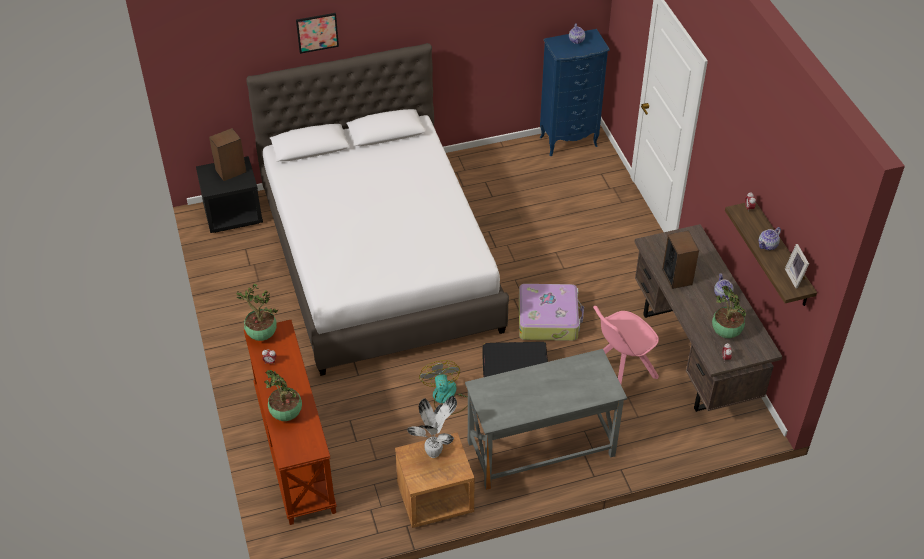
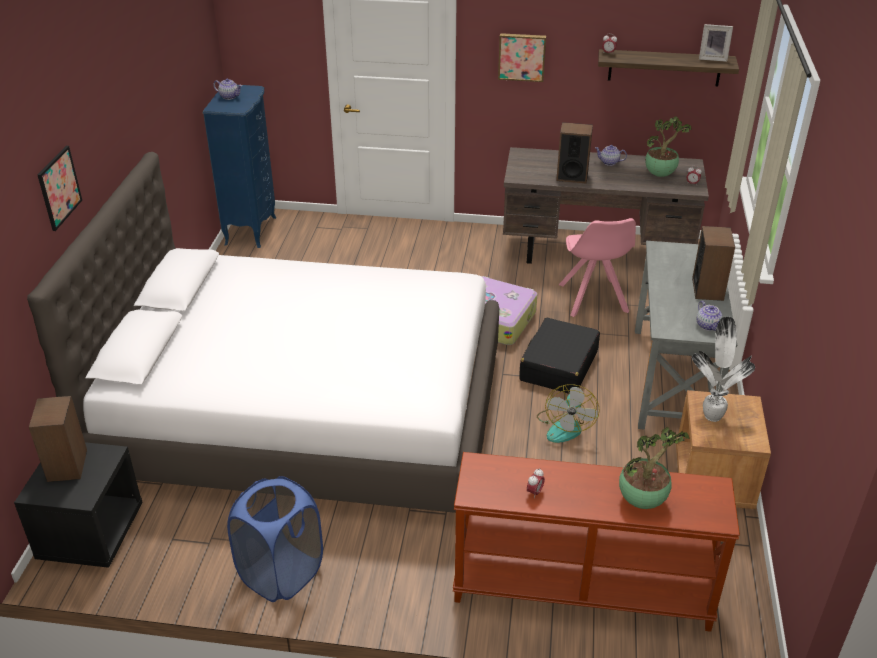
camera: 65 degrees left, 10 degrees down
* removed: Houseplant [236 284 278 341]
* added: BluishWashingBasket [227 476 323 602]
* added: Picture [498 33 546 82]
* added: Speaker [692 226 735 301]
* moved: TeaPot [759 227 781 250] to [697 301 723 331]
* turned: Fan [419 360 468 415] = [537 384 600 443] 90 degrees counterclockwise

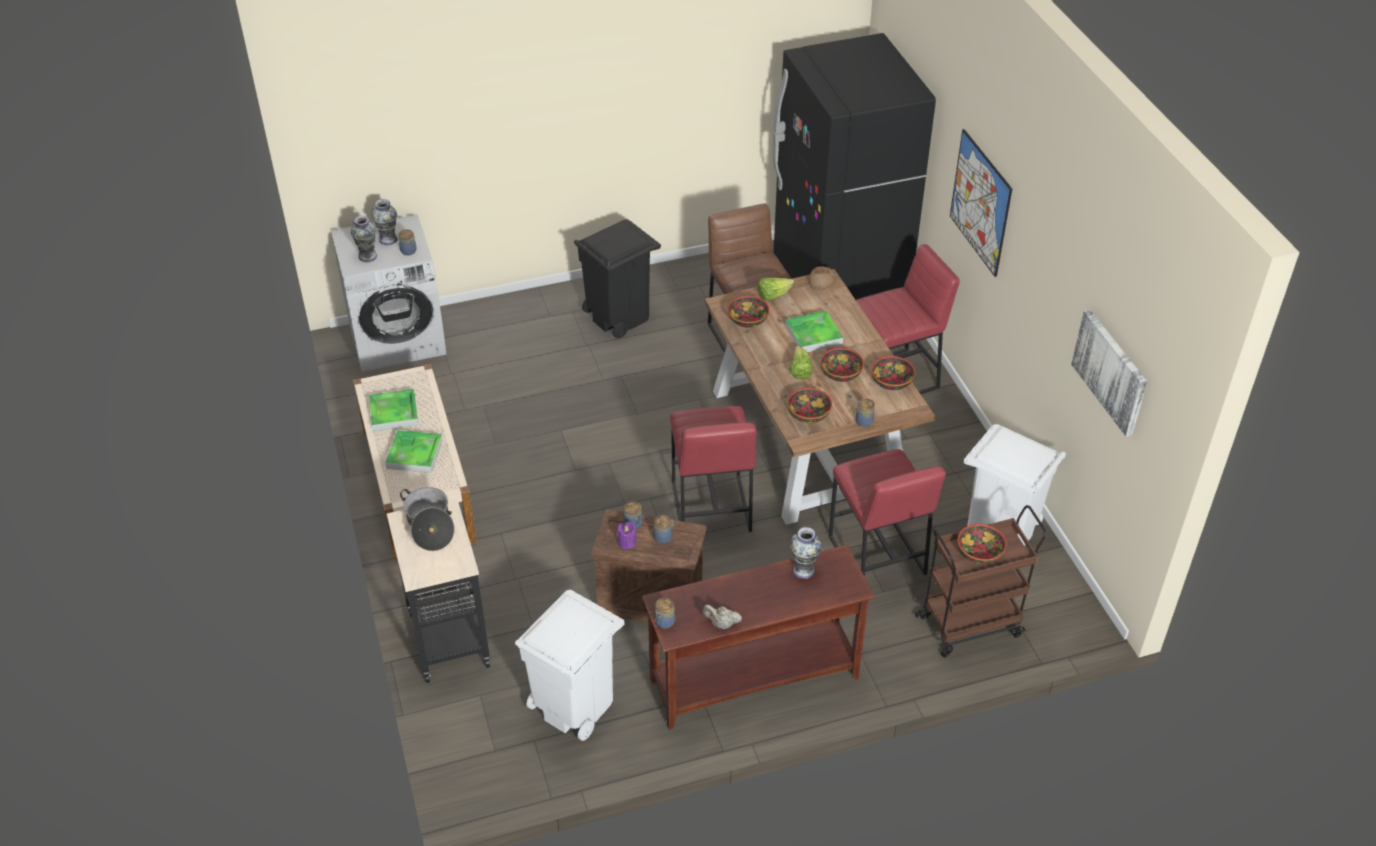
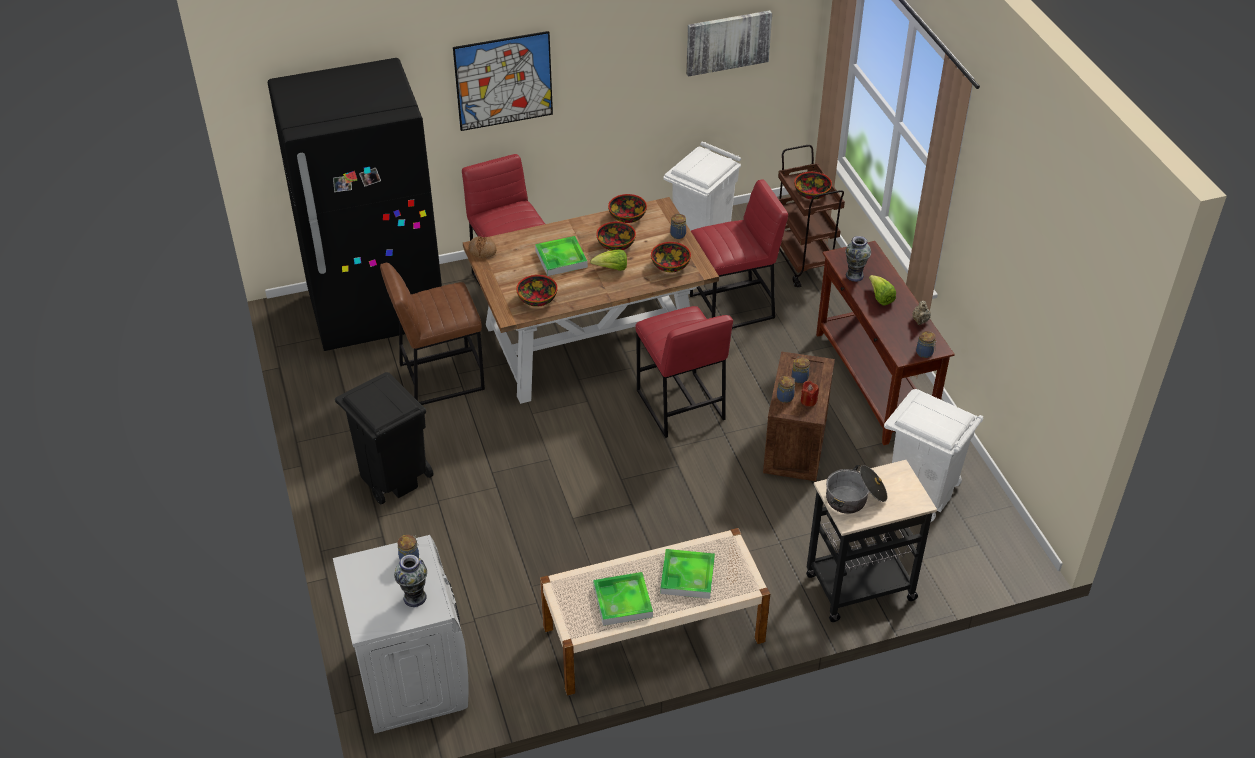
camera: 90 degrees left, 0 degrees up
* removed: DecorativeVase [371 199 398 245]
* moved: HeadOfLettuce [758 278 794 301] to [869 275 896 306]
* recoloured: PurpleColouredWaxLight [617 522 637 550] to ReddishWaxLight [801 380 819 407]
* turned: ReddishUprightChair [670 406 757 532] = [635 306 733 438] 75 degrees clockwise

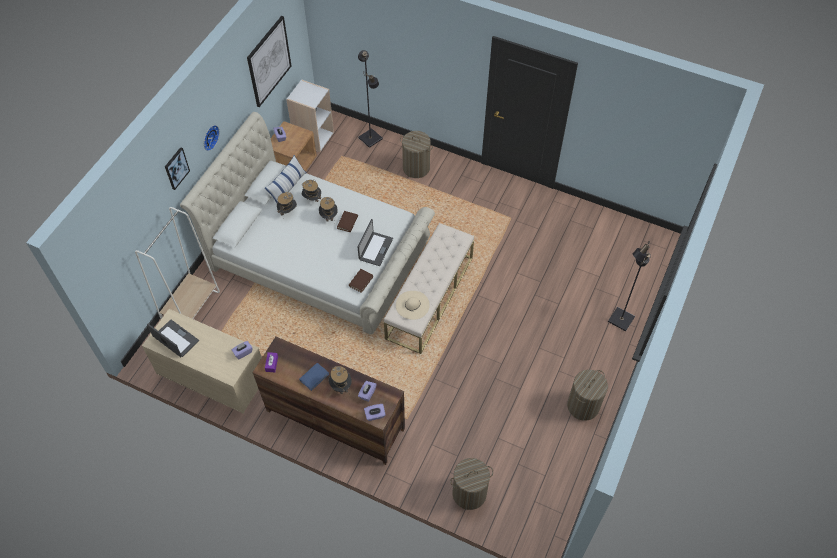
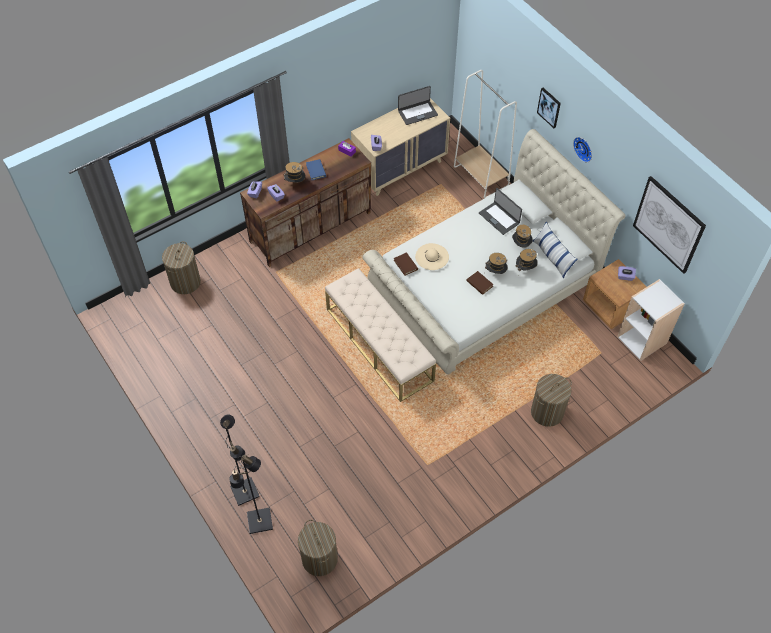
camera: 120 degrees right, 0 degrees up
* moved: BlackFloorLamp [358 50 383 148] to [229 455 273 534]
* moved: PortableComputer [358 219 393 266] to [479 188 522 235]
* moved: BeigeColouredWearableHat [396 291 430 320] to [415 243 449 270]
* moved: WashingBasket [567 370 608 421] to [298 520 338 576]

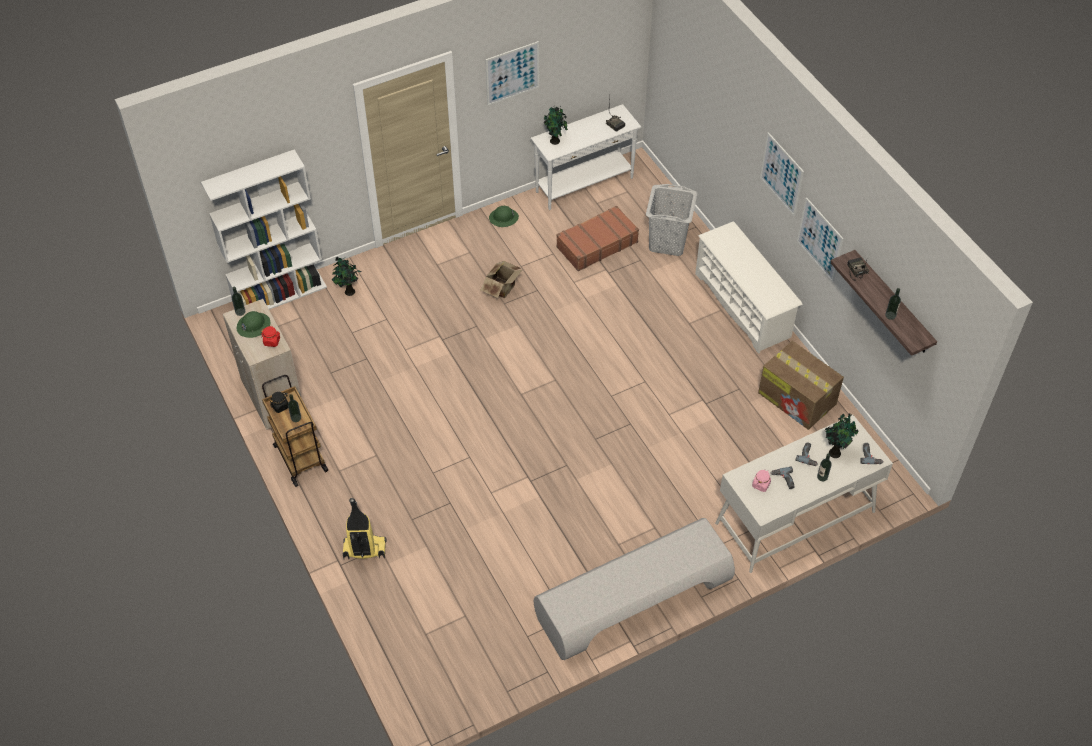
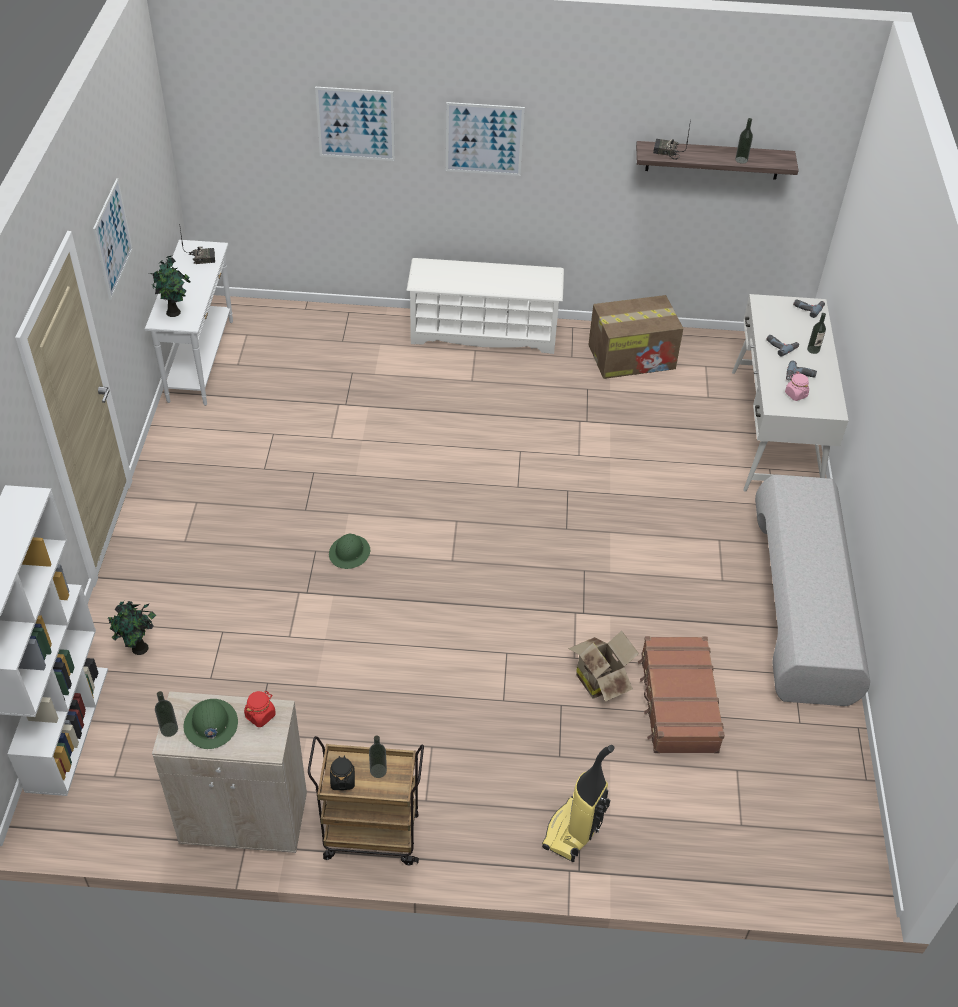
camera: 60 degrees left, 5 degrees down
* removed: GreyWashingBasket [646 184 697 256]
* removed: Houseplant [824 413 859 458]
* moved: CardboardBox [481 261 523 298] to [568 631 639 702]
* moved: GreenishHardHat [489 206 519 227] to [329 534 370 569]
* moved: BrownishTravelCase [556 206 639 271] to [638 636 725 753]
* moved: Picture [797 198 844 282] to [315 87 395 161]

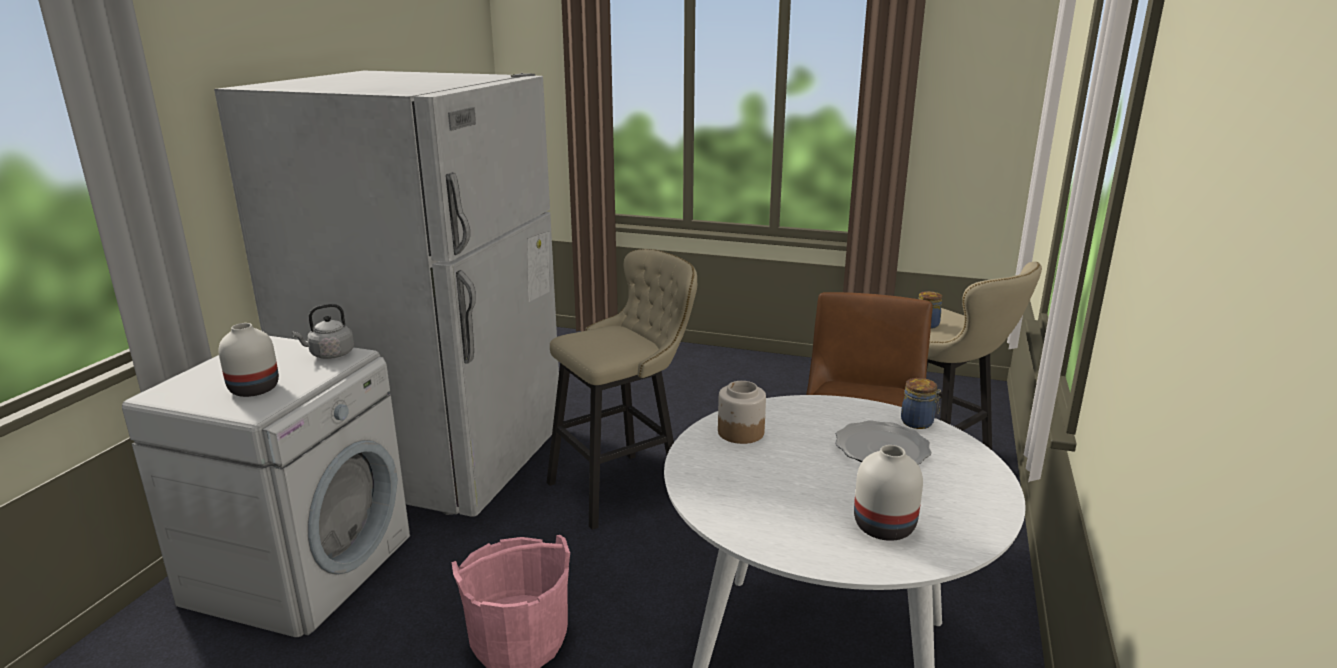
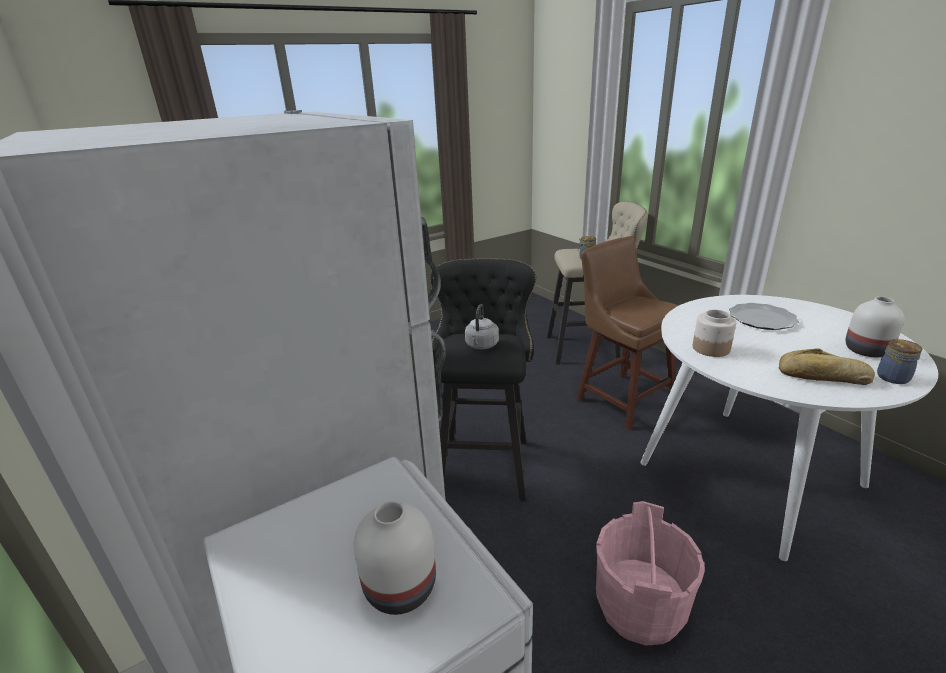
camera: 50 degrees left, 5 degrees up
* added: BakeryBread [779 349 875 385]
* moved: GreyTeaKettle [292 304 354 359] to [465 304 499 349]
* moved: StorageJar [901 378 941 429] to [877 339 922 384]
* recoloured: BeigeColouredStoolSeat [547 249 697 530] to BlackStoolSeat [430 258 536 502]

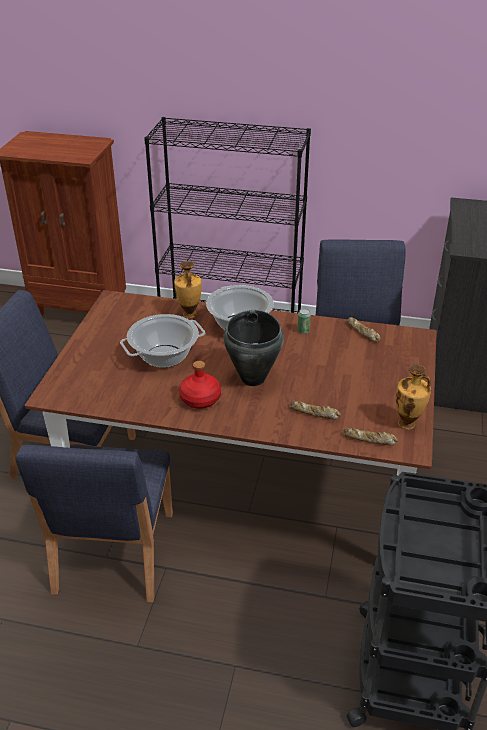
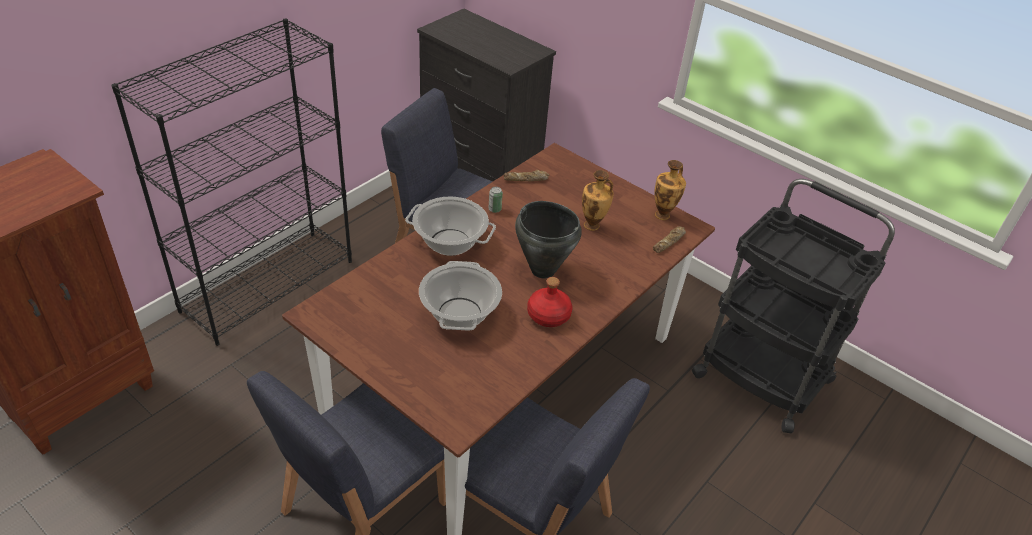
camera: 65 degrees left, 5 degrees up
* removed: BakeryBread [289 401 341 420]
* moved: DecorativeVase [174 261 202 318] to [582 170 614 231]

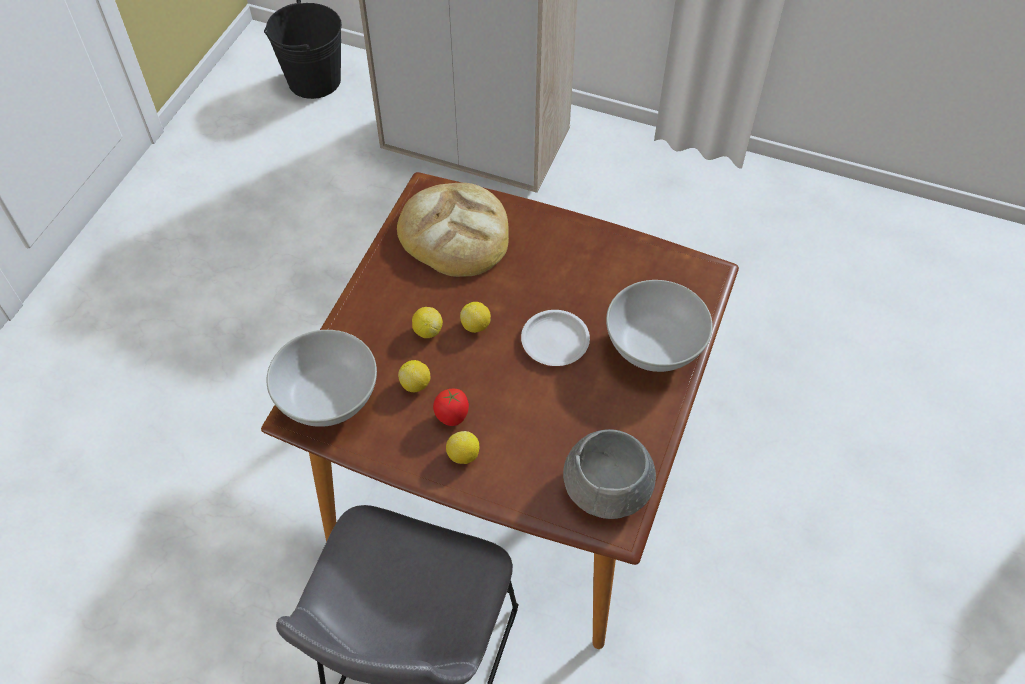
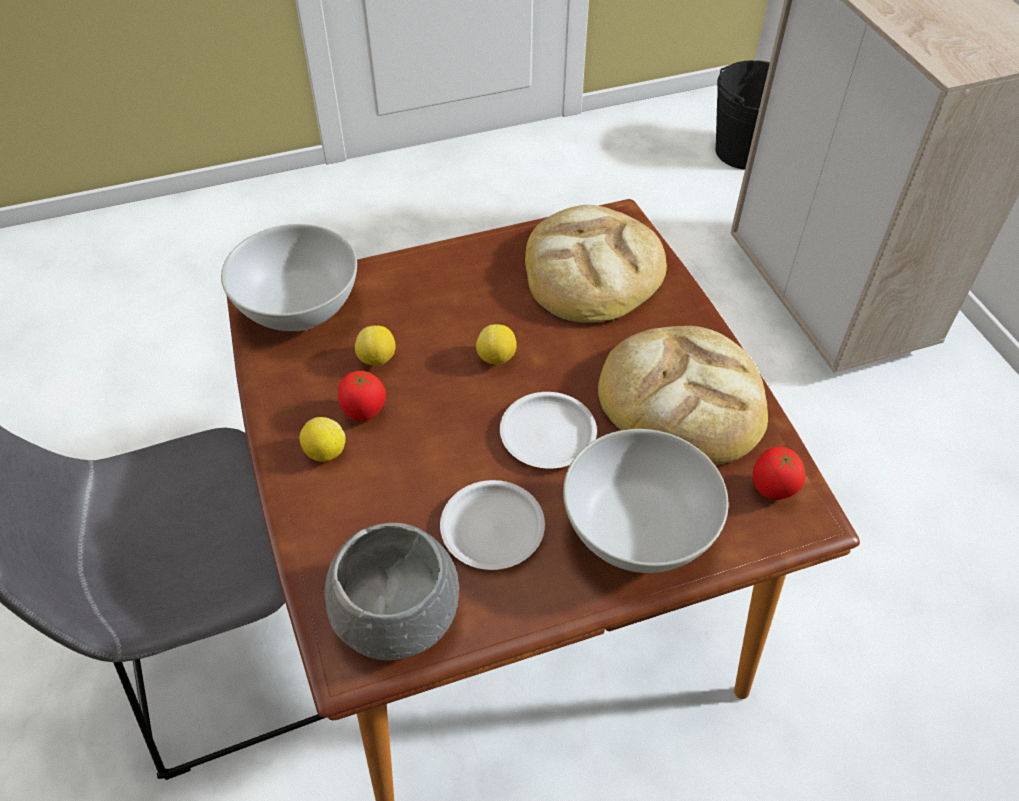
camera: 50 degrees right, 5 degrees down
* removed: Lemon [412 307 443 338]
* added: WhiteDinnerPlate [440 480 545 570]
* added: BakeryBread [598 326 768 465]
* added: Tomato [753 447 805 500]

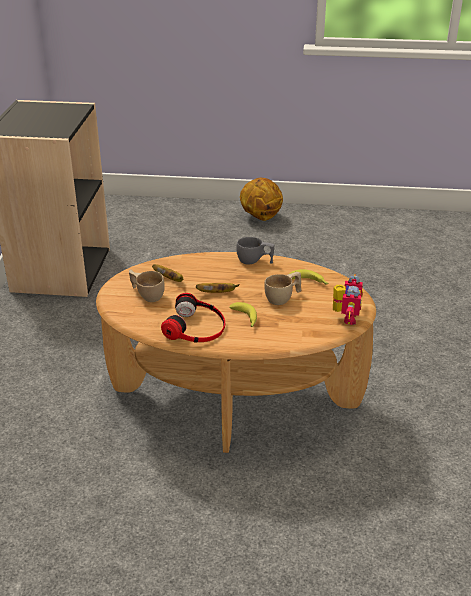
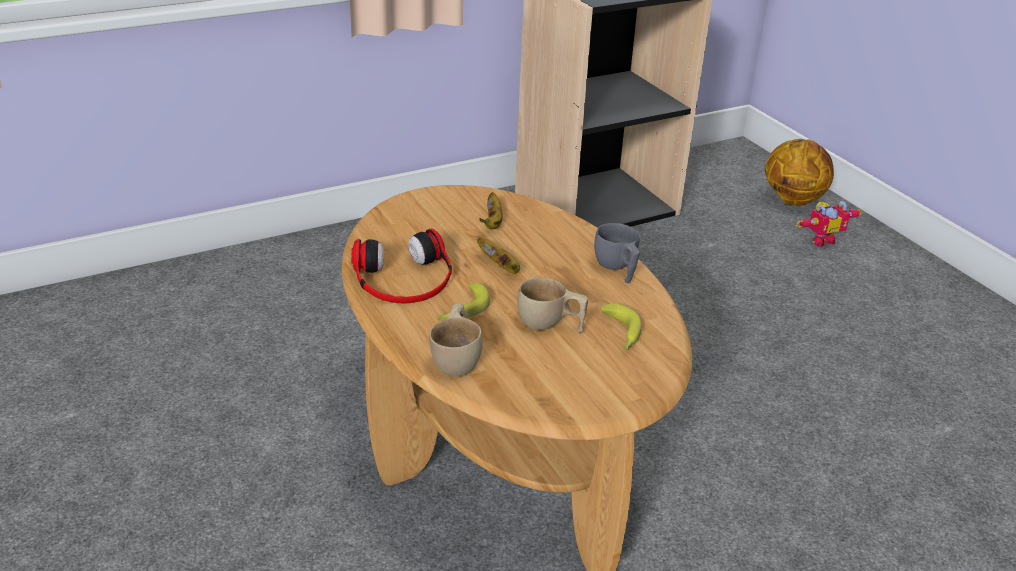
camera: 55 degrees right, 0 degrees up
* moved: BeigeColouredDrinkingCup [129 269 165 302] to [429 303 483 377]
* moved: BallForBasketball [240 178 283 221] to [765 139 834 206]
* moved: RobotFigure [333 274 363 325] to [796 201 863 247]

